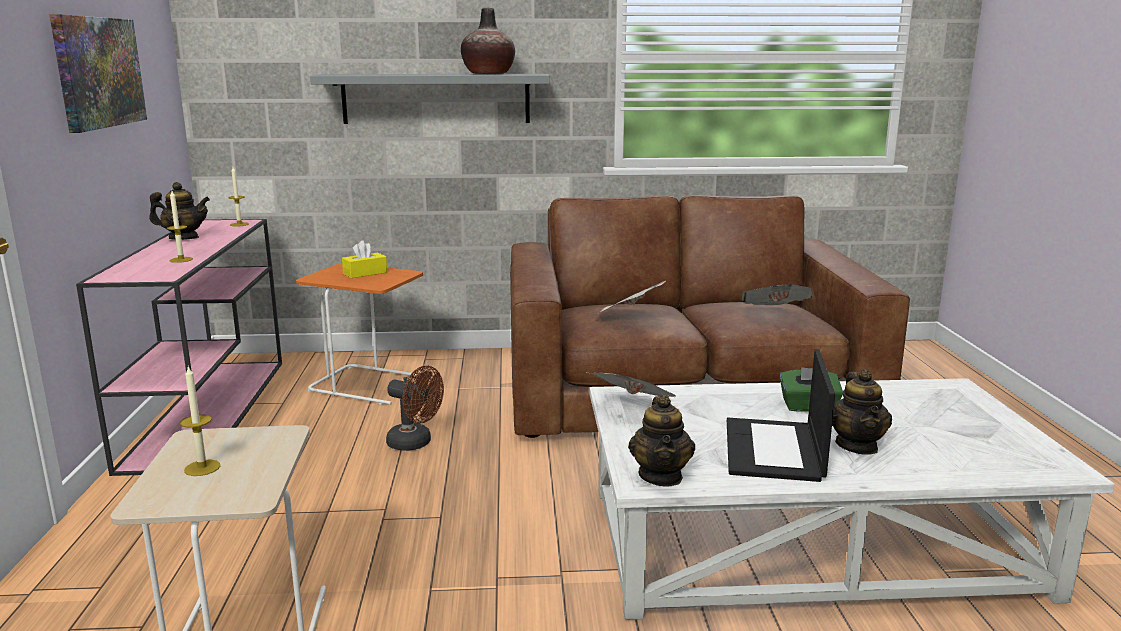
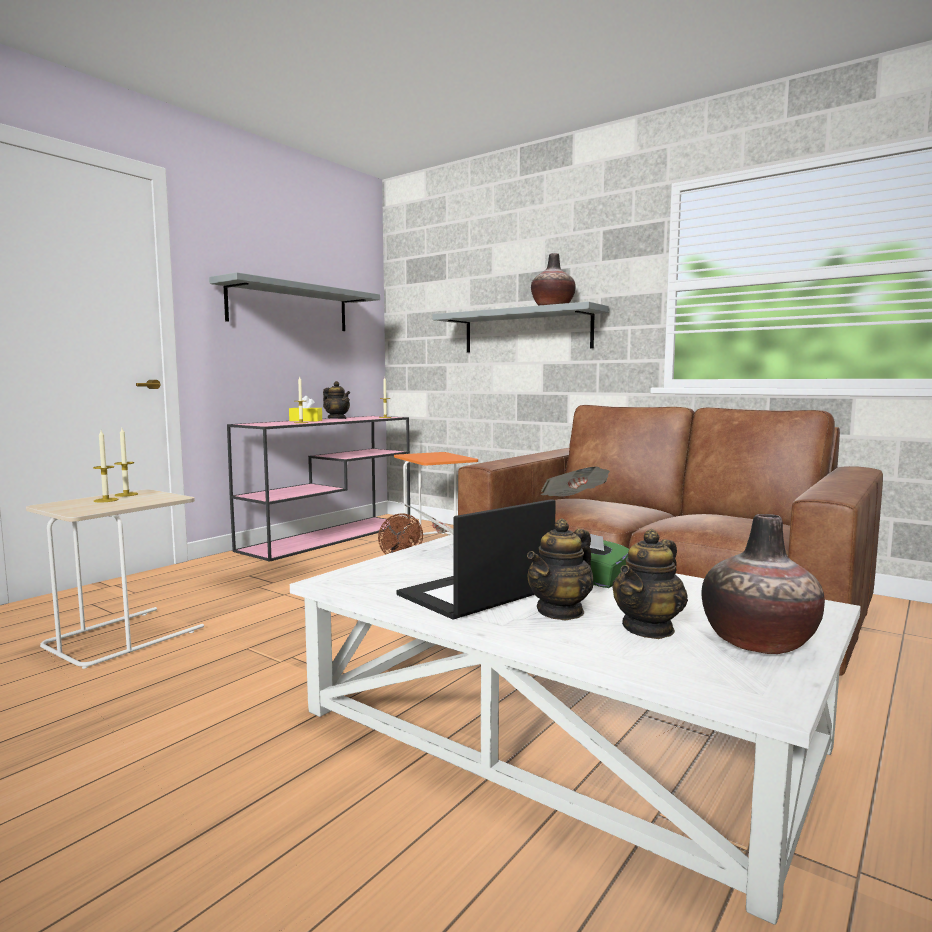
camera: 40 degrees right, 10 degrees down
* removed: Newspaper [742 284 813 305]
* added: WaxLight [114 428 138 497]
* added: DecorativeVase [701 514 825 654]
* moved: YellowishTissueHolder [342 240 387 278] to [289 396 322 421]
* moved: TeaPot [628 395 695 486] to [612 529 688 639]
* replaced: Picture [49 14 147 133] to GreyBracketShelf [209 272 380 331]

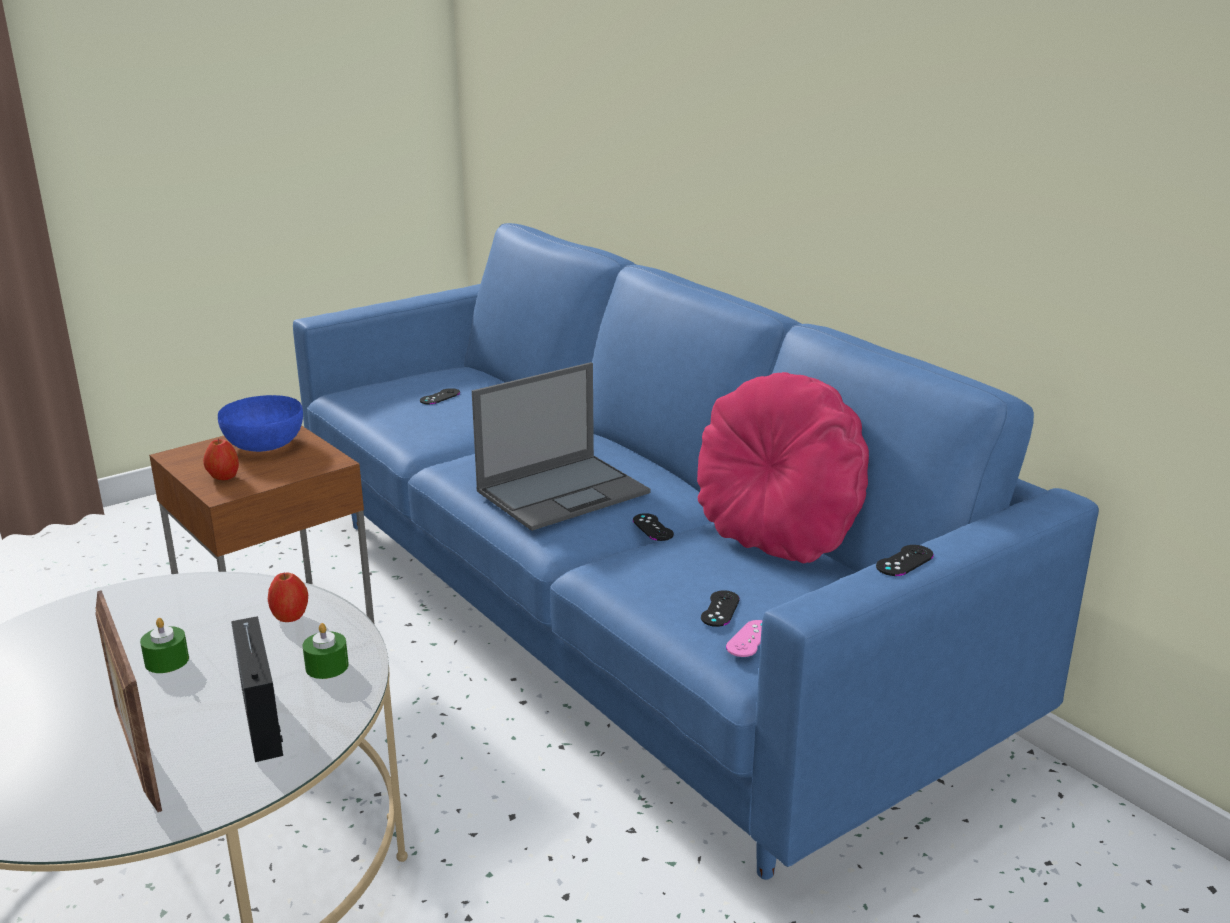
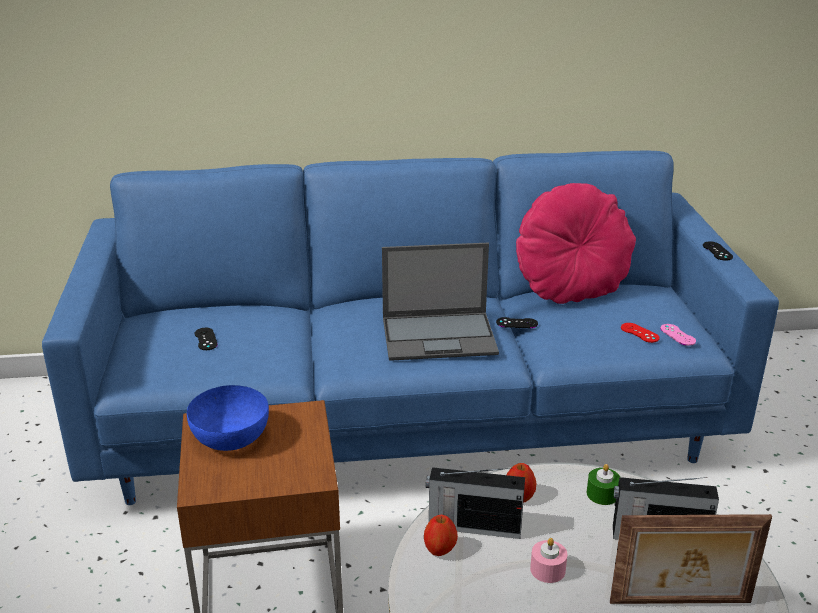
camera: 60 degrees left, 5 degrees up
* added: RadioSet [426 467 525 539]
* moved: Apple [203 439 239 480] to [424 515 458 556]
* recoloured: GreenishWaxLight [140 618 189 673] to PinkColouredWaxLight [530 538 567 583]
* recoloured: BlackJoypad [701 590 740 627] to ReddishJoypad [621 323 660 343]
* turned: PortableComputer [472 362 651 531] = [382 243 499 361] 90 degrees clockwise

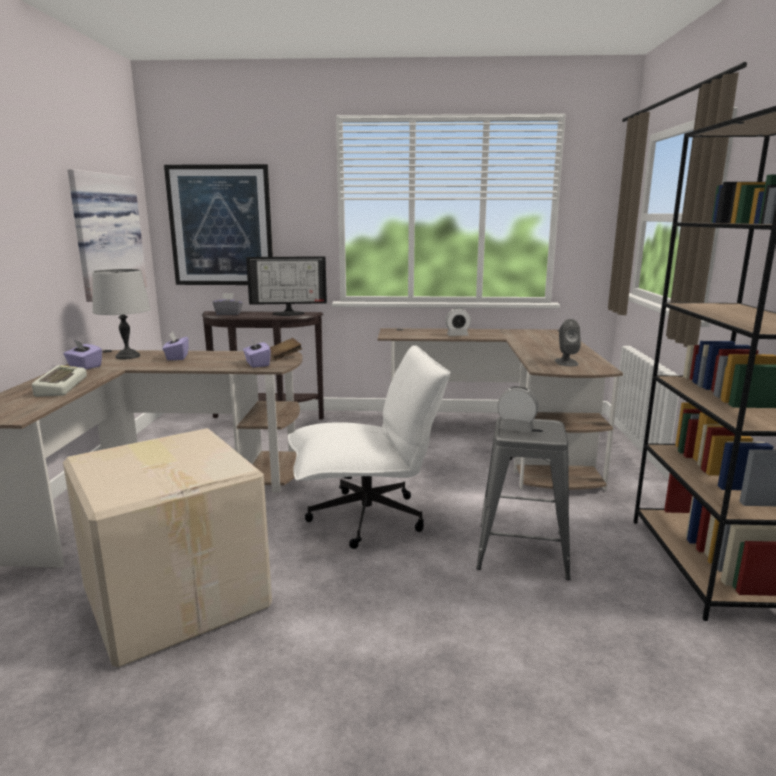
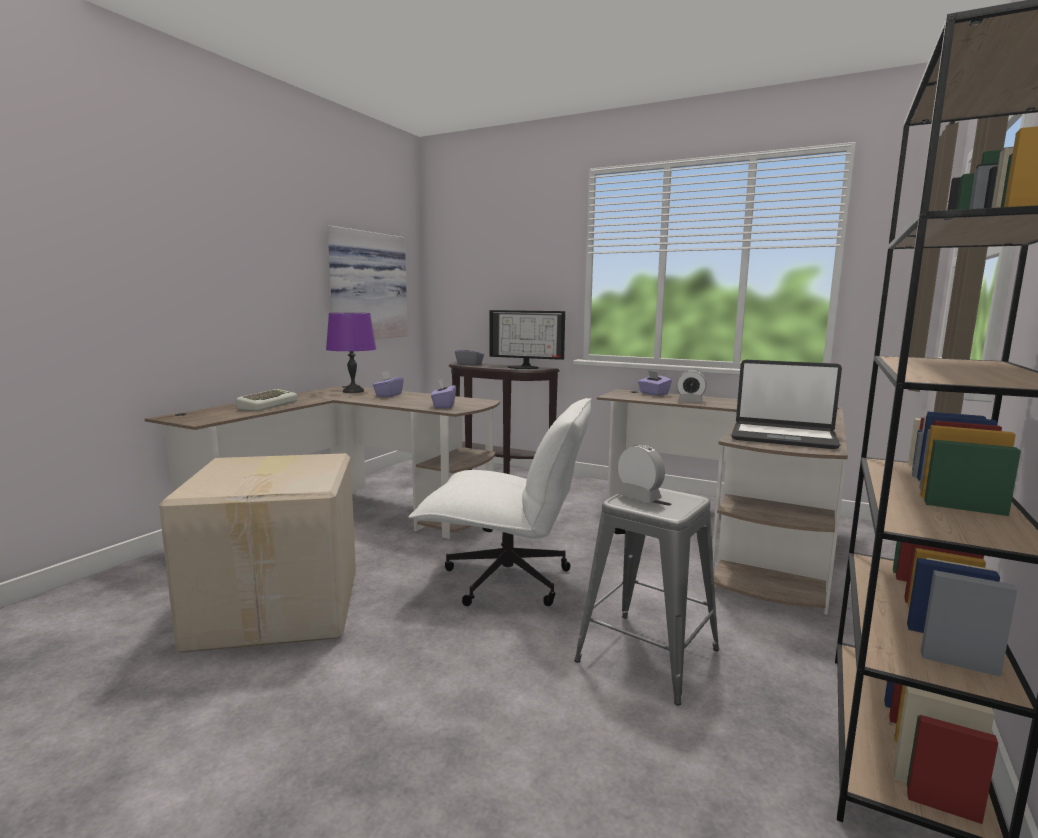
camera: 25 degrees right, 5 degrees down
* removed: Picture [164 164 273 285]
* removed: BrownishBoundBook [270 338 302 361]
* moved: PurpleColouredTissueHolder [63 340 102 369] to [638 370 672 396]
* replaced: GreySpeaker [555 319 581 366] to PortableComputer [731 360 842 449]
* recoloured: GreyLampForATable [92 269 151 359] to PurpleColouredLampForATable [326 313 376 393]

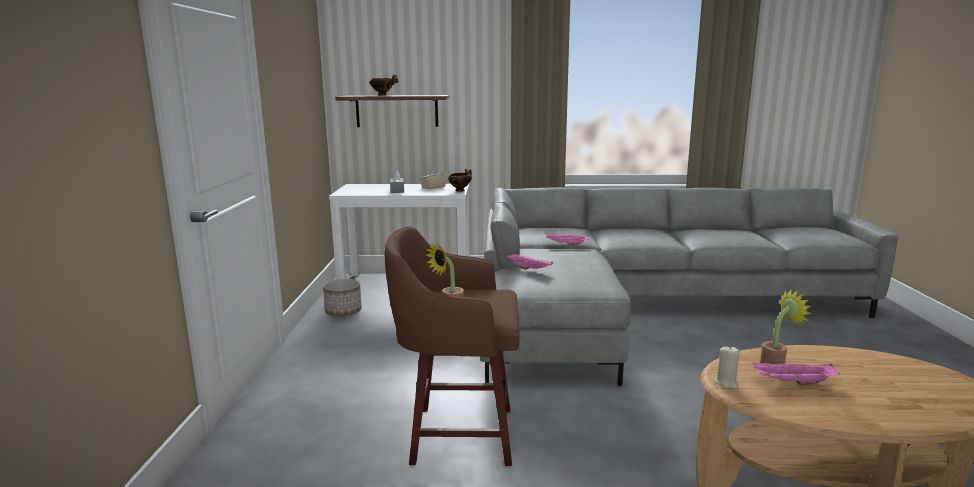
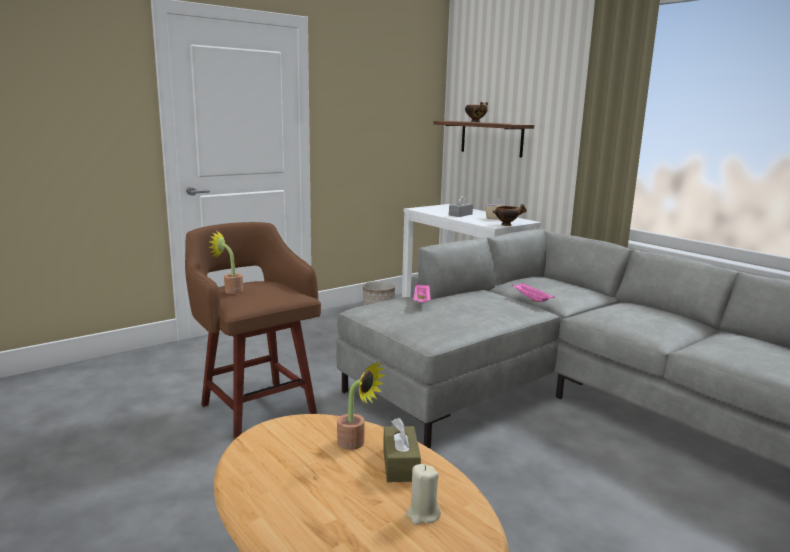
camera: 50 degrees right, 0 degrees up
* removed: PinkColouredServingTray [753 363 840 385]
* added: BrownishTissueHolder [383 418 421 482]
* moved: BeigeColouredWaxLight [714 346 740 389] to [406 464 441 525]

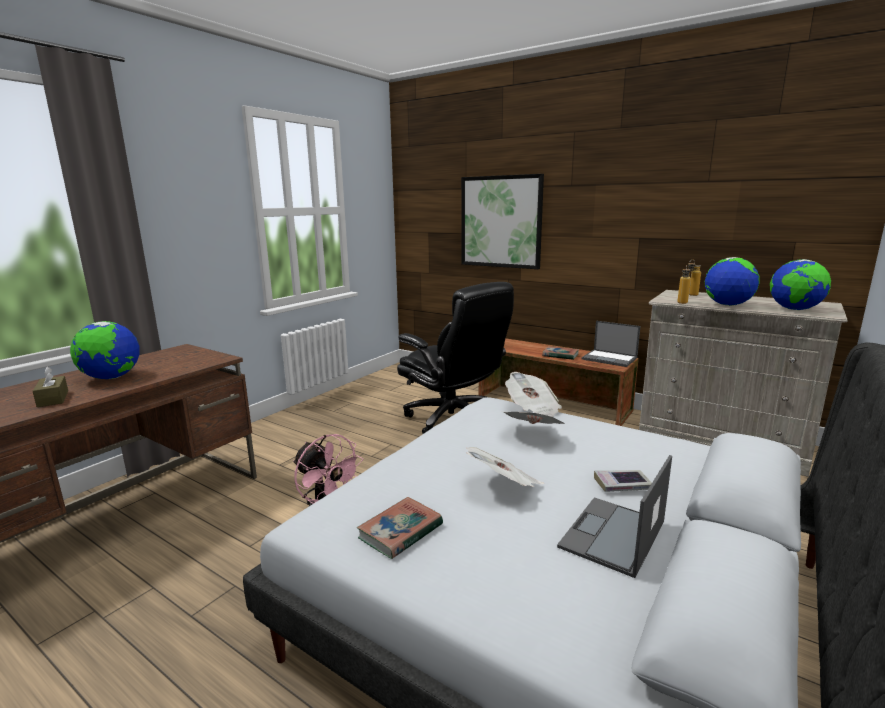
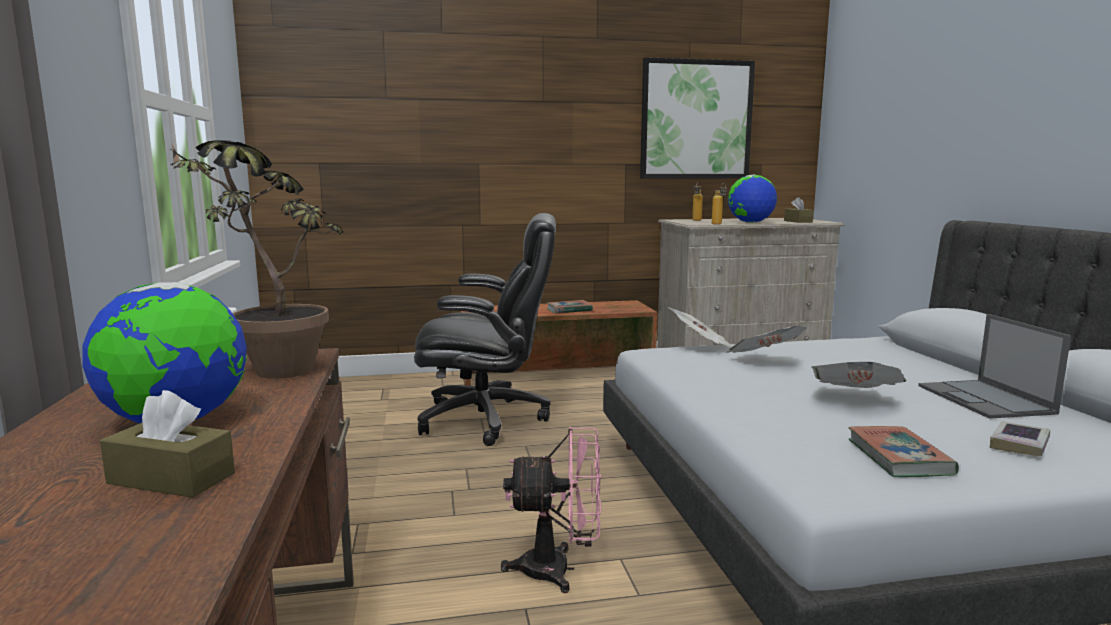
camera: 45 degrees left, 5 degrees down
* removed: PortableComputer [582 321 640 367]
* added: Houseplant [170 140 343 379]
* moved: Picture [461 174 544 269] to [640 57 755 179]
* moved: BoundBook [594 470 652 492] to [990 421 1050 456]
* replaced: DeskGlobe [770 259 831 310] to BrownishTissueHolder [784 197 814 223]

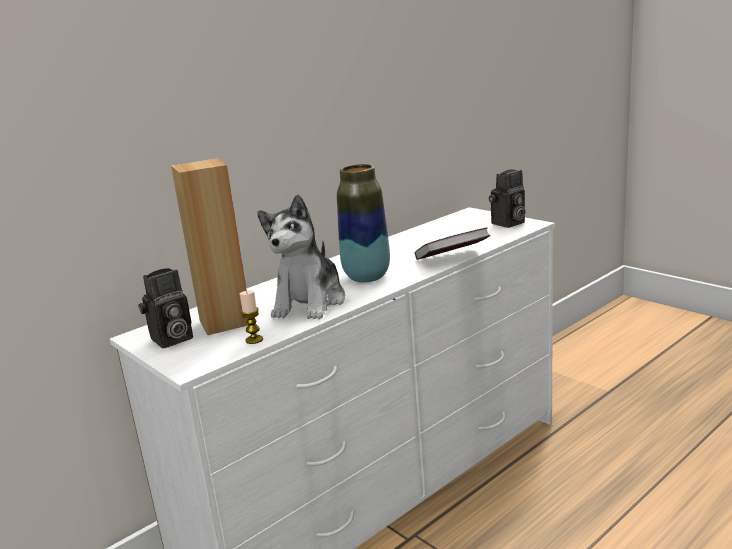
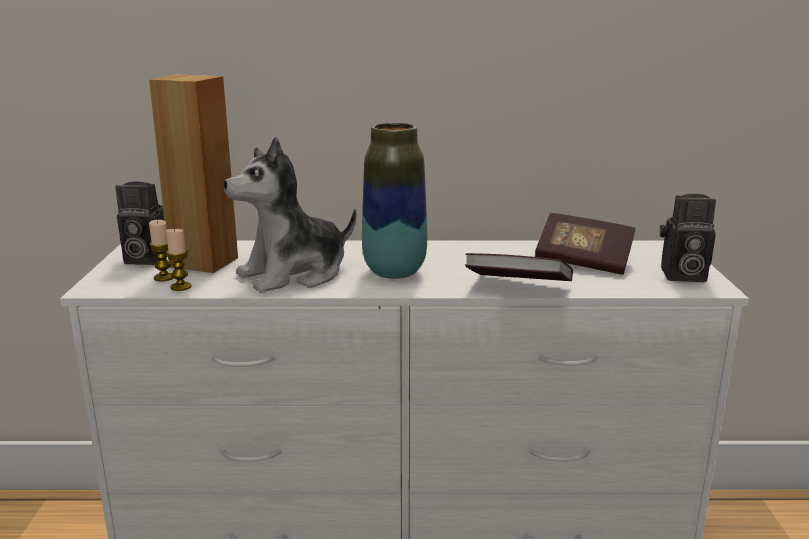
camera: 40 degrees right, 0 degrees up
* added: WaxLight [149 220 173 282]
* added: BoundBook [535 213 636 275]

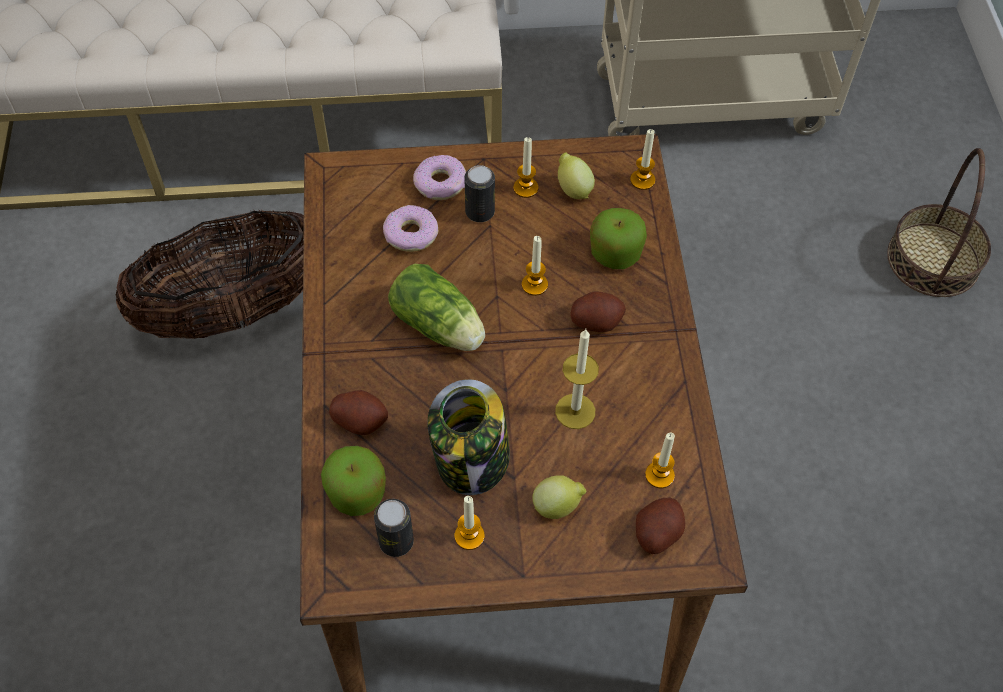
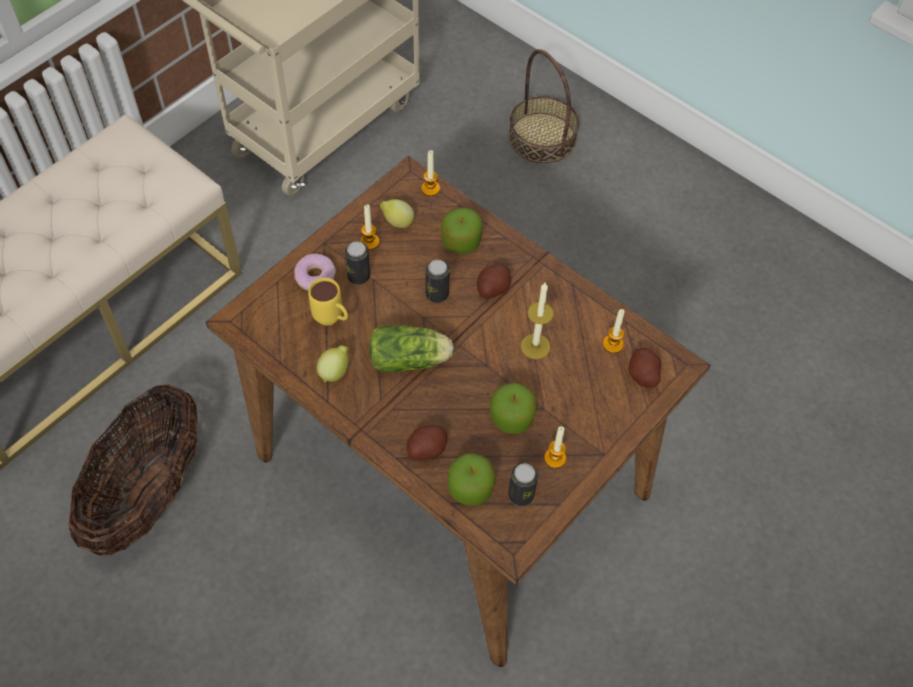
camera: 45 degrees left, 0 degrees up
* moved: Lemon [532 475 586 519] to [317 345 349 383]
* replaced: Doughnut [383 205 438 252] to YellowishMug [308 278 348 326]
* replaced: StorageJar [428 379 510 495] to Apple [490 383 537 434]
* replaced: WaxLight [522 236 548 296] to SealedCan [425 260 450 303]

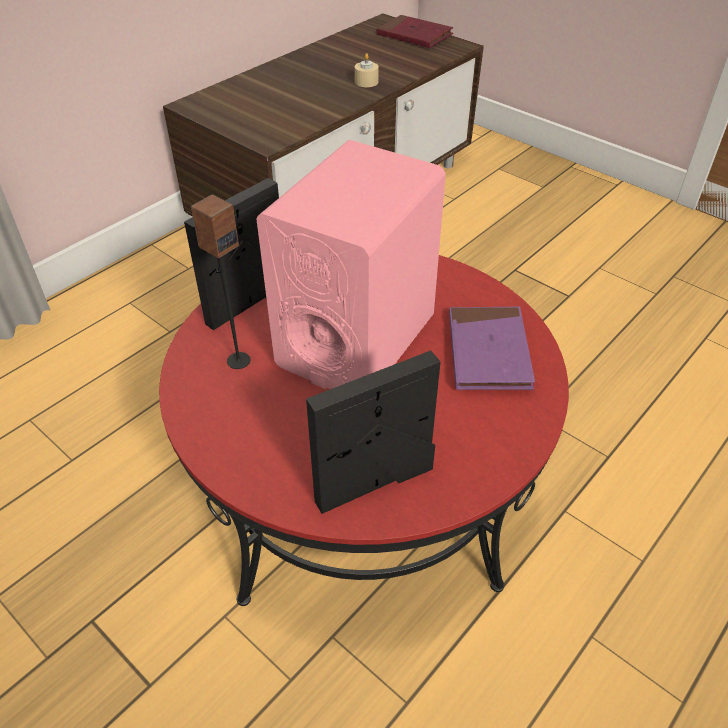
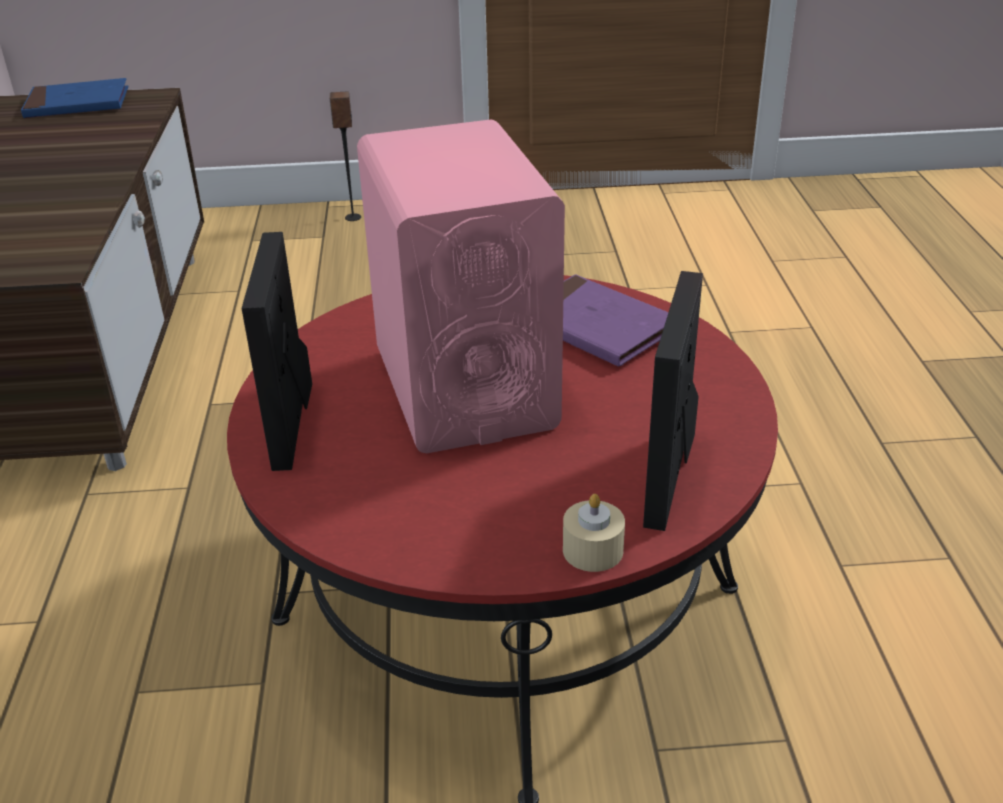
camera: 45 degrees left, 10 degrees down
* moved: Speaker [191 195 250 369] to [330 91 361 221]
* moved: BeigeColouredWaxLight [355 53 379 87] to [563 494 625 572]
* recoloured: ReddishBoundBook [377 15 453 48] to BluishBoundBook [21 78 129 118]

